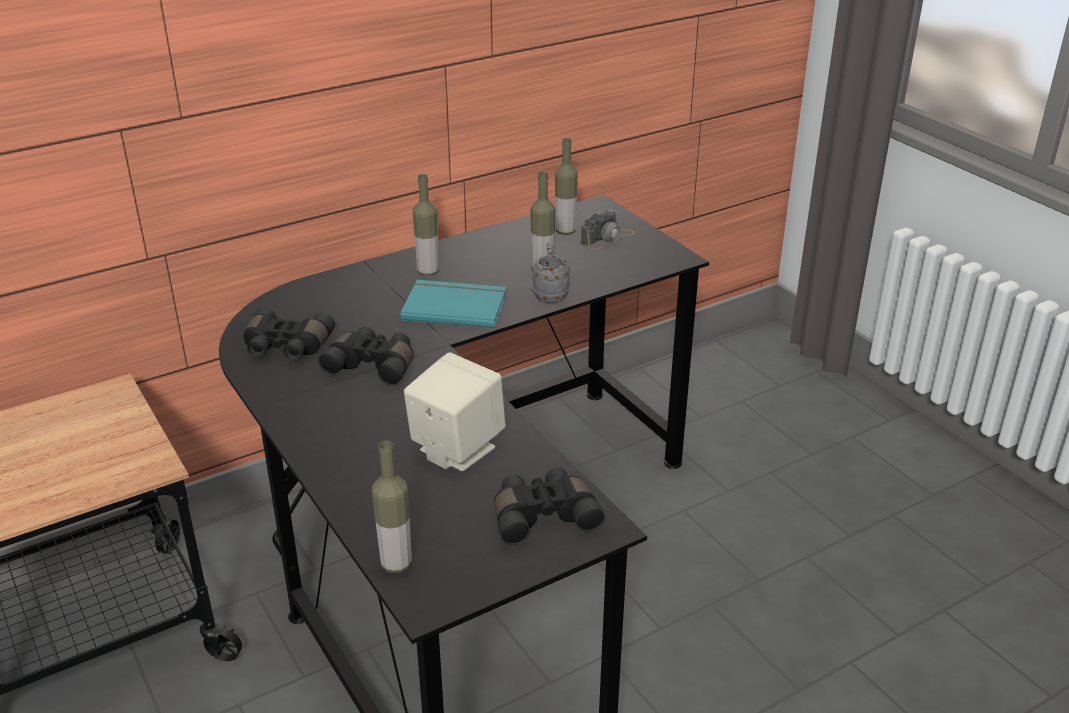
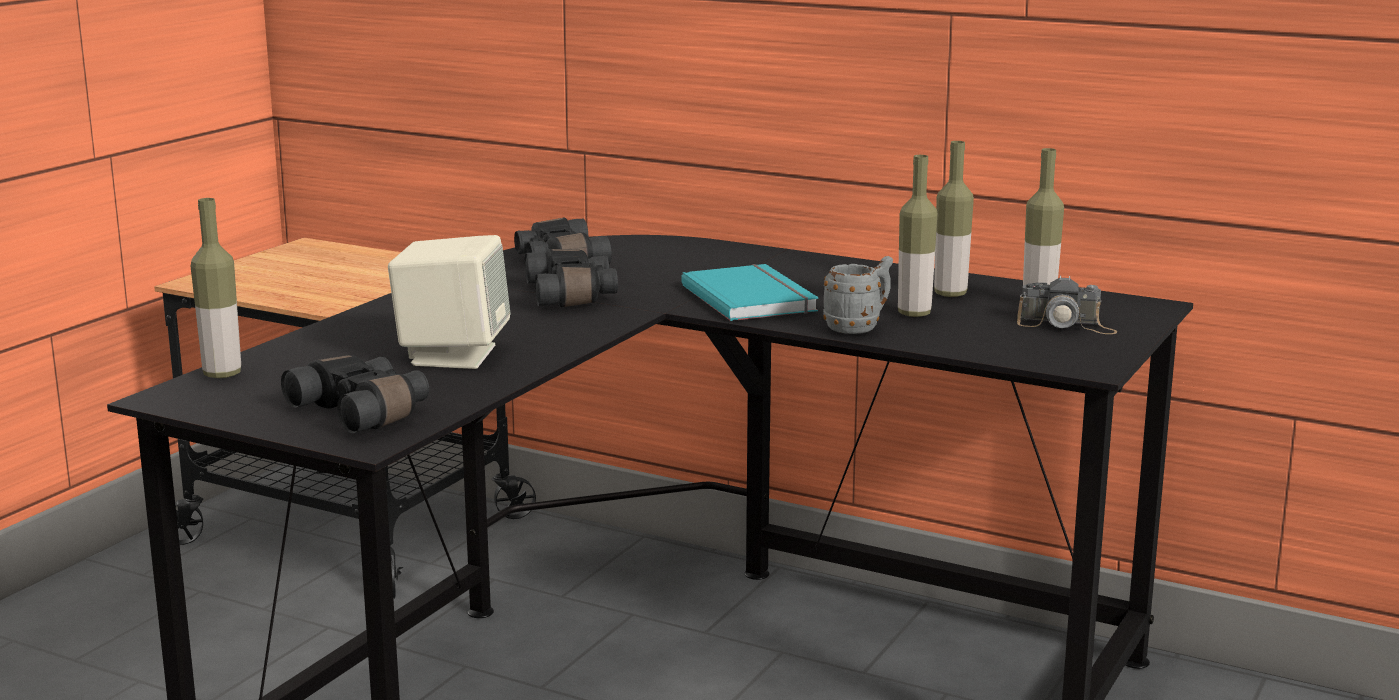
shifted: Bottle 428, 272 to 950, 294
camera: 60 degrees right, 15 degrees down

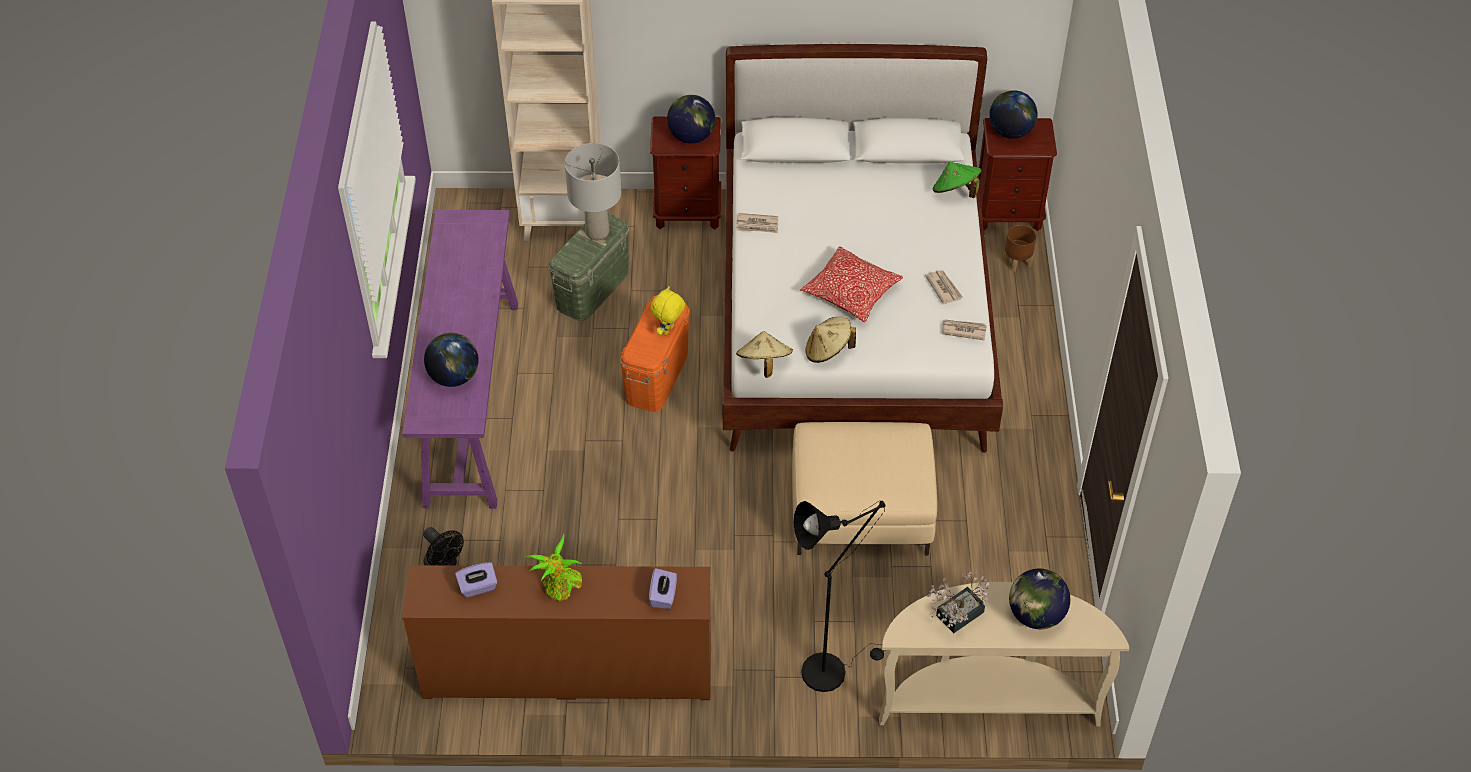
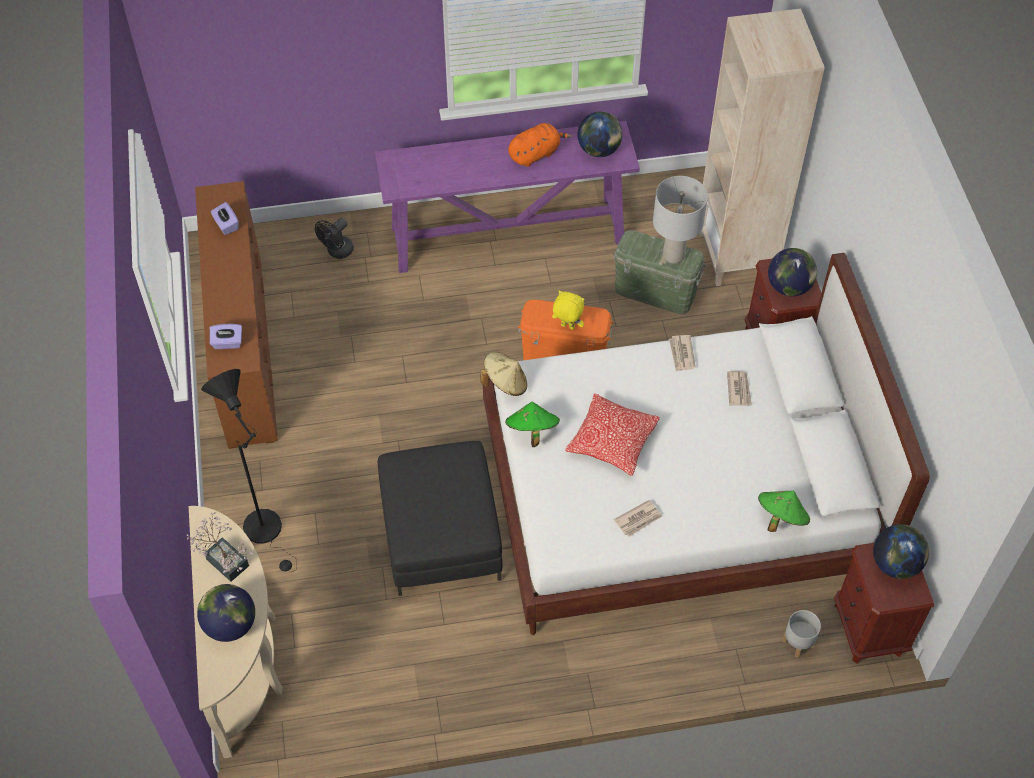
gone: PottedPlant 560, 587
new: OrangePlushToy 535, 154
shifted: Globe 454, 377 to 599, 150; Newspaper 963, 330 to 739, 389
repainted: BeigeOttoman 861, 510 to BlackOttoman 441, 535; BeigeHat 828, 351 to GreenHat 531, 431; BrownPlanter 1017, 262 to GreyPlanter 798, 643
camera: 80 degrees right, 5 degrees up

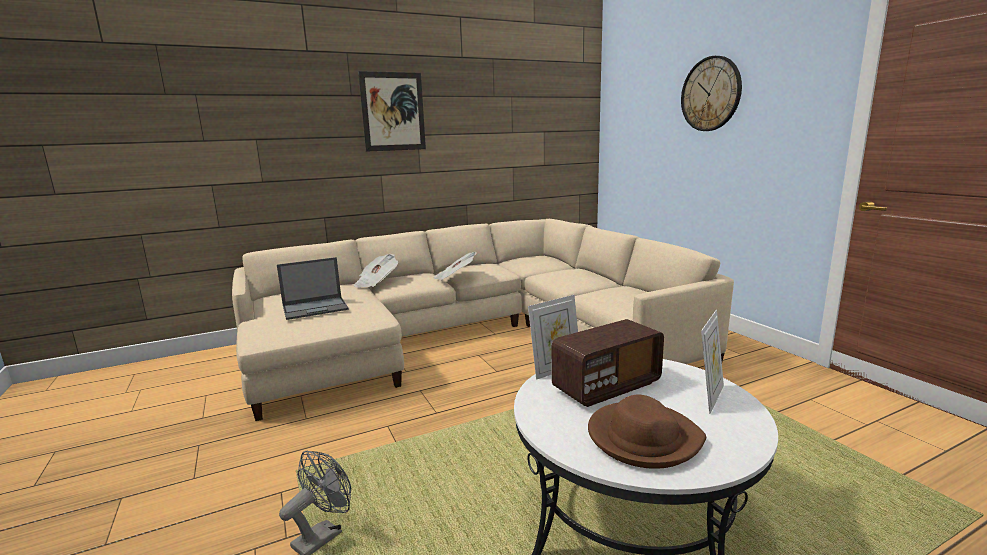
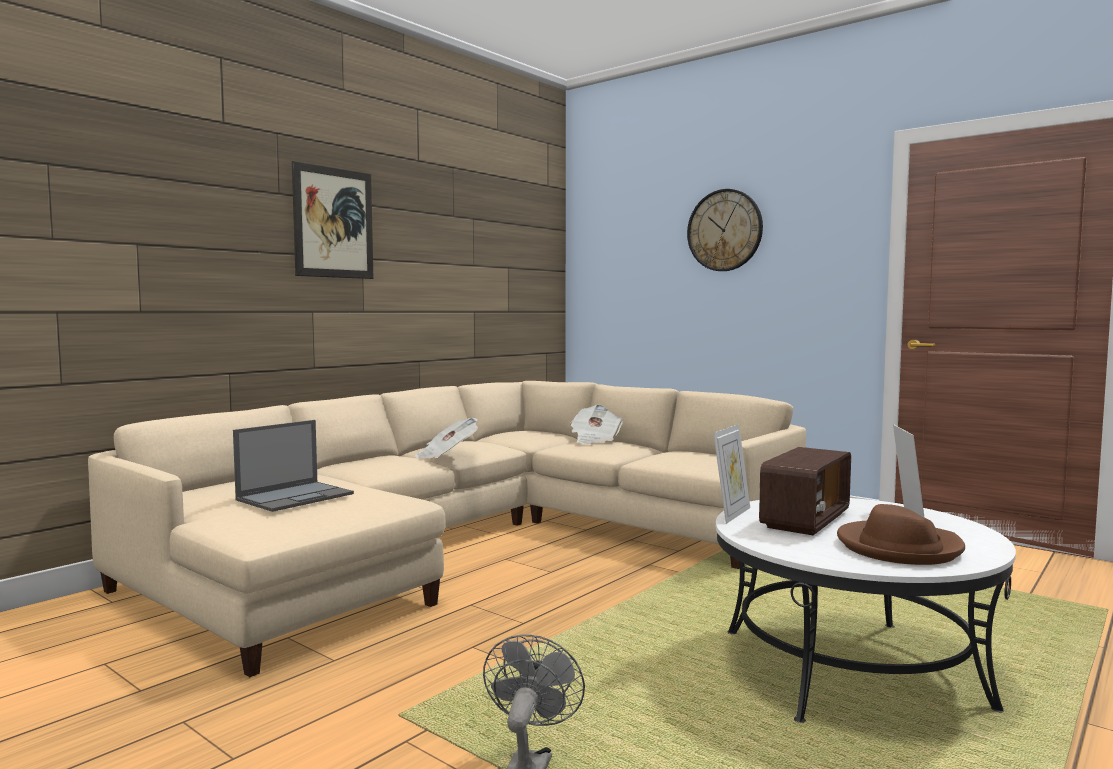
shifted: Newspaper 376, 283 to 595, 439
camera: 25 degrees left, 10 degrees down

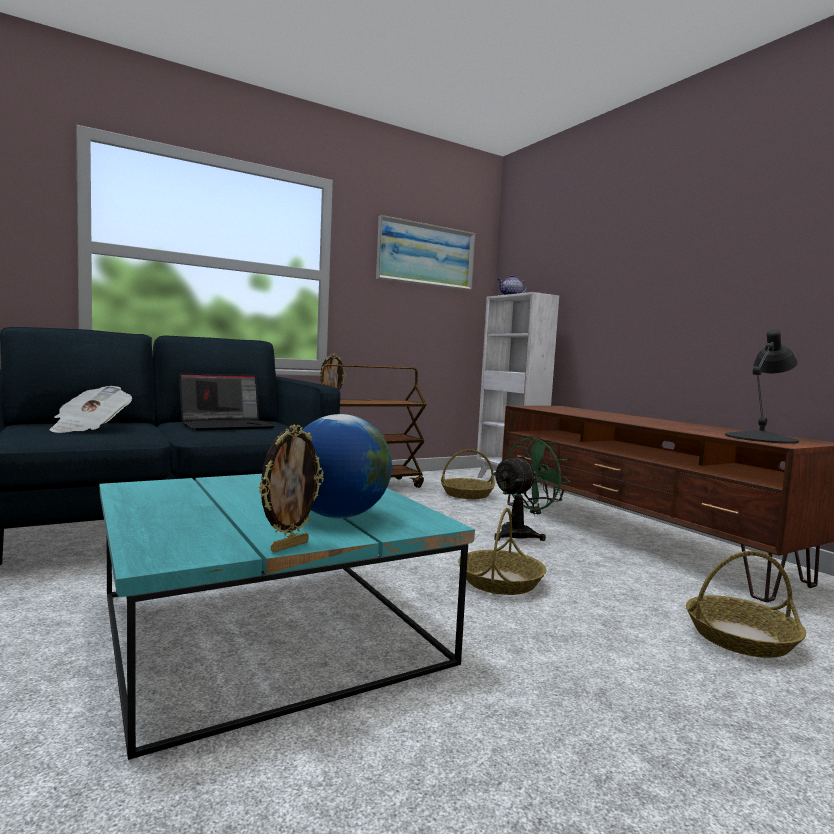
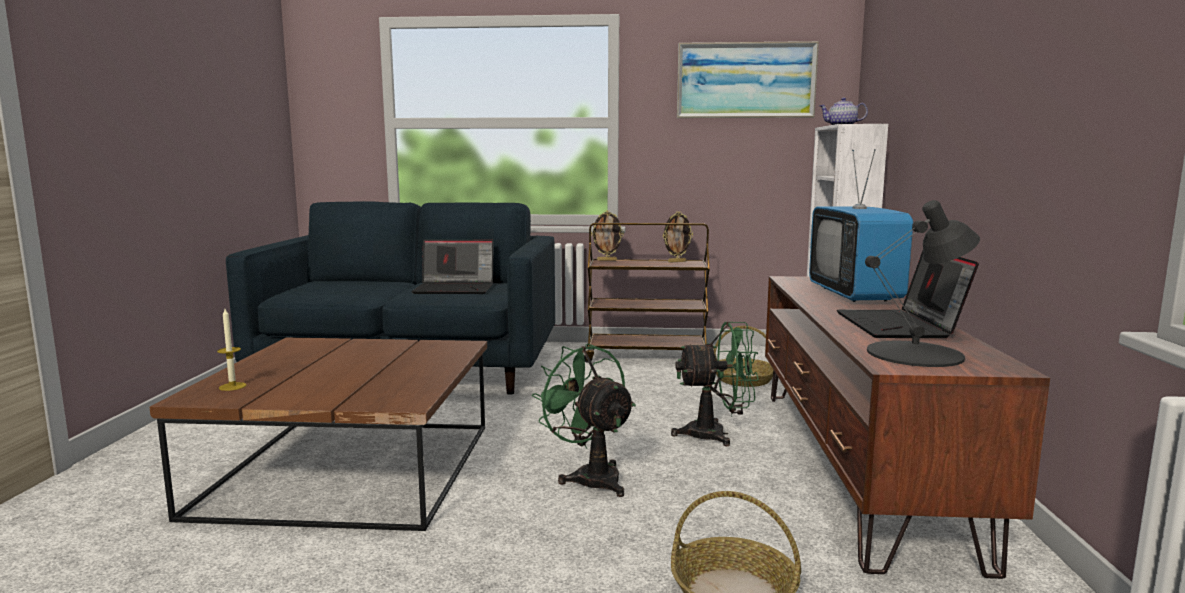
gone: Newspaper 89, 428; Globe 338, 516
new: Candle 232, 386; Television 854, 294; Laptop 901, 326
shifted: PictureFrame 289, 546 to 676, 261
swapped: Basket 500, 582 to GreenFan 590, 476
repainted: TurquoiseCoffeeTable 270, 626 to BrownCoffeeTable 353, 467
camera: 35 degrees right, 5 degrees up

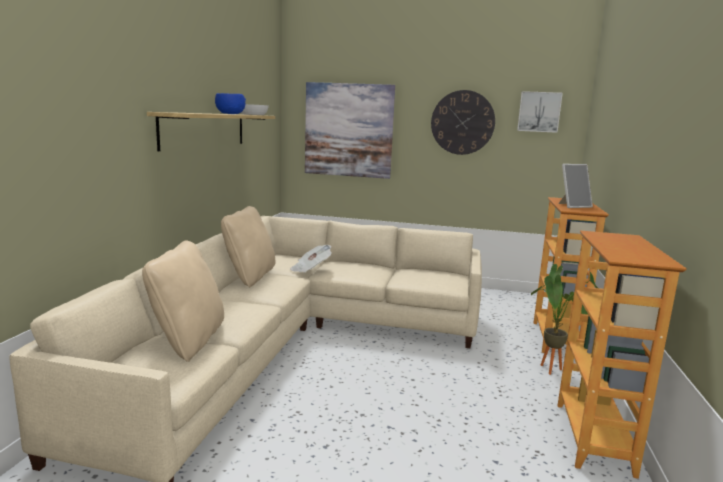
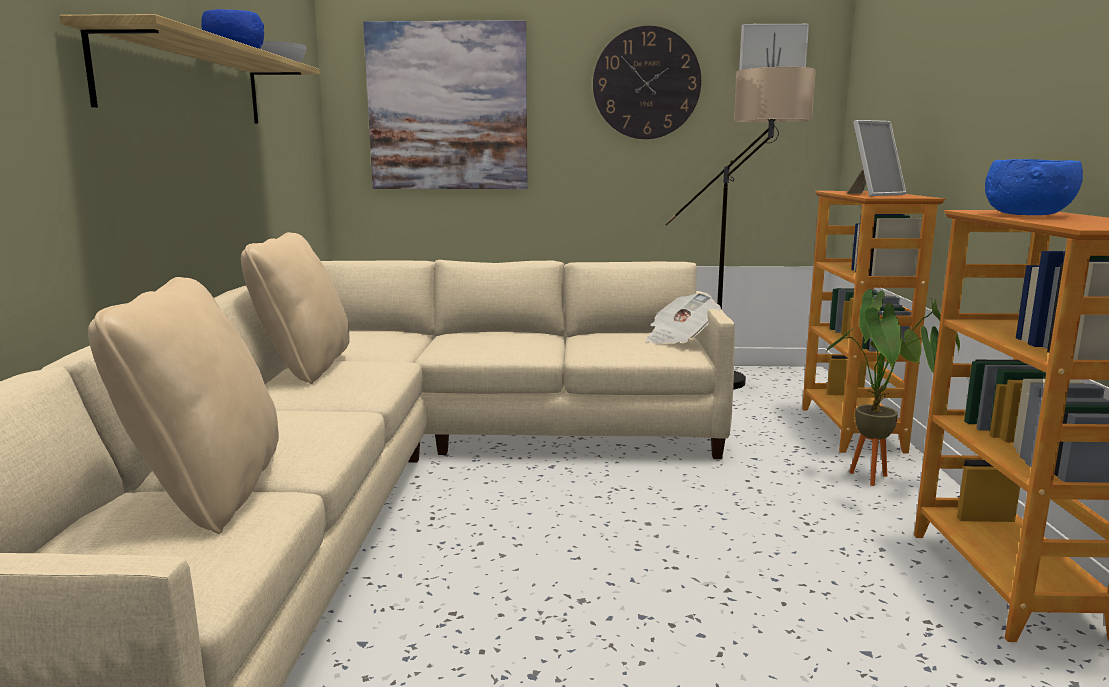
new: FloorLamp 736, 386; BlueBowl 1028, 215
shifted: Newspaper 310, 269 to 680, 338
camera: 10 degrees left, 0 degrees up

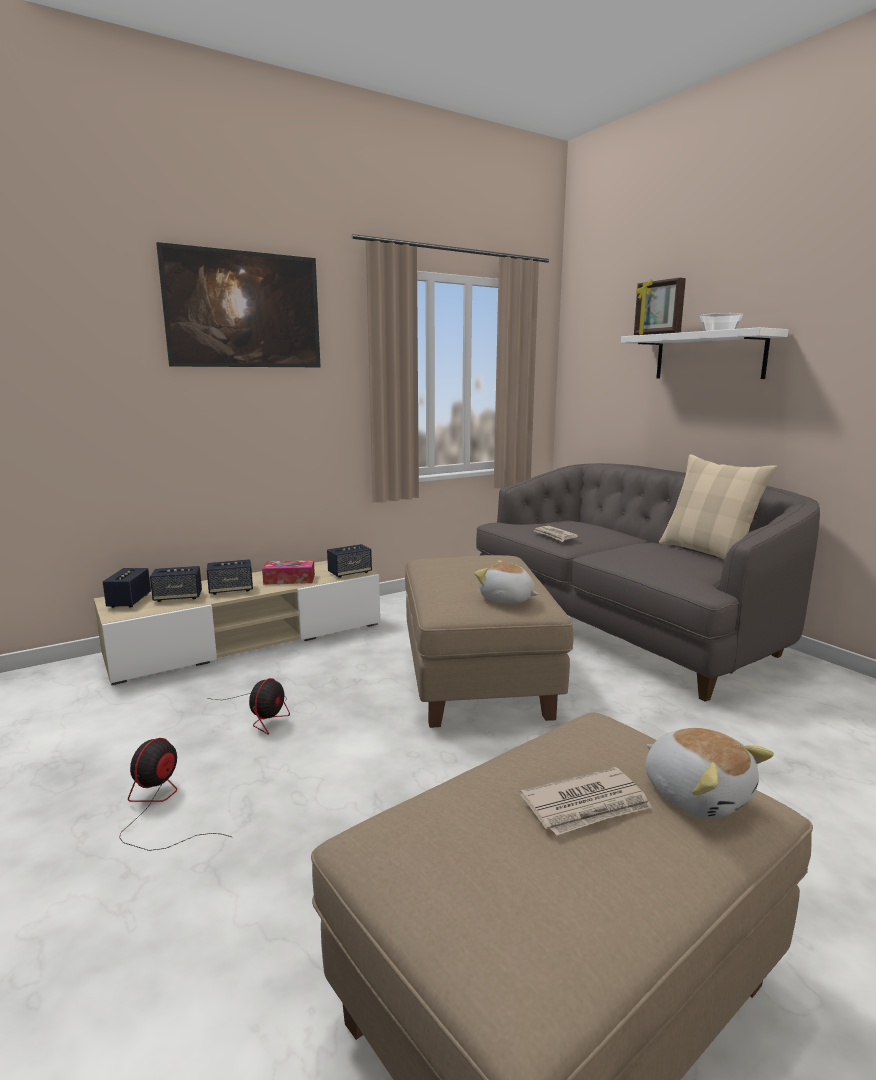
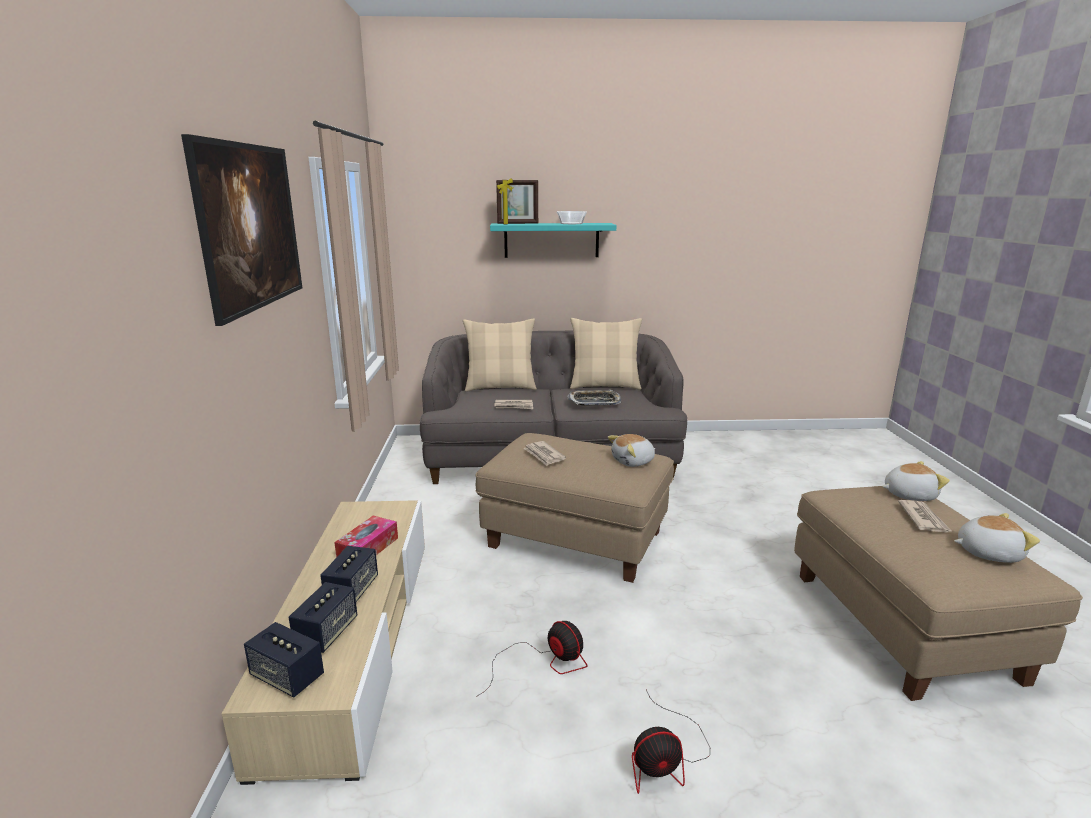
gone: Speaker 350, 573
new: BeigePillow 500, 387; Newspaper 544, 455; Tray 594, 402; PlushToy 987, 552
repainted: WhiteShelf 709, 356 to TurquoiseShelf 551, 240
rotated: Fan 159, 807 = 665, 759 60 degrees counterclockwise
camera: 60 degrees left, 5 degrees up

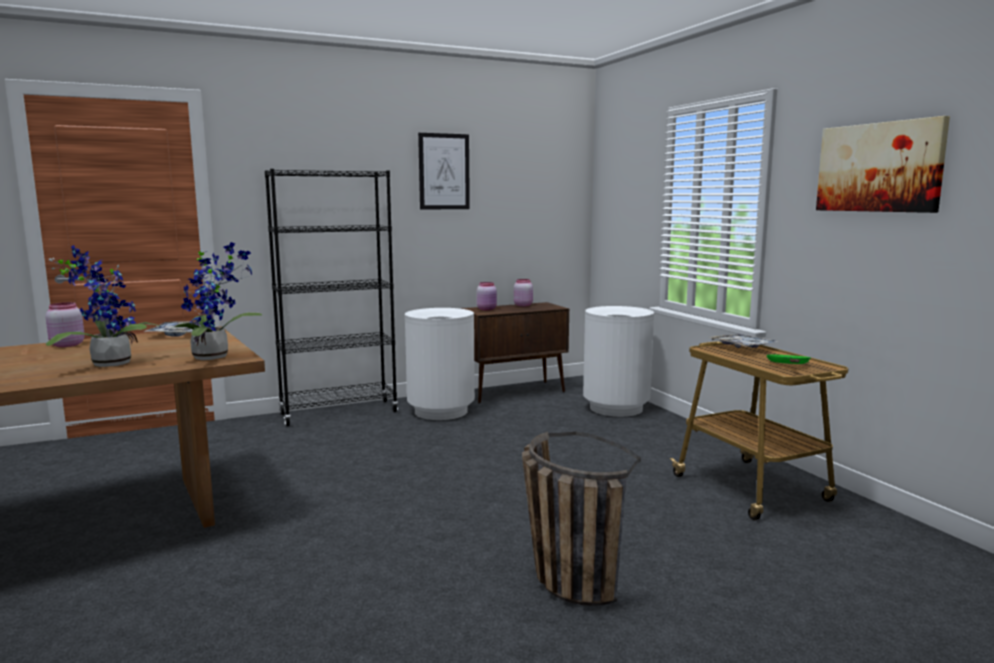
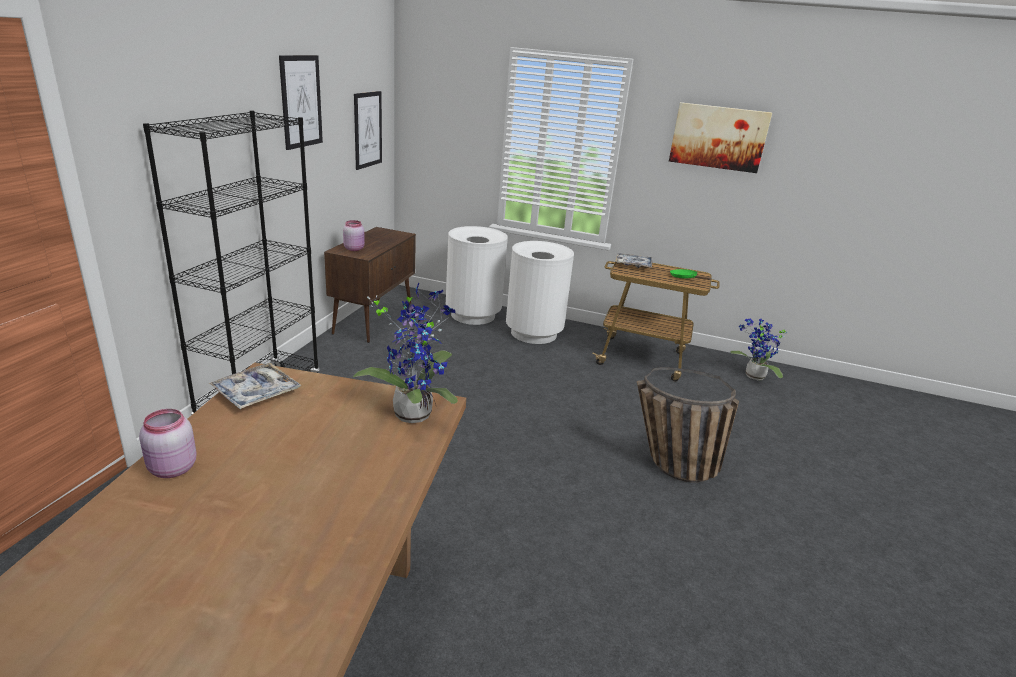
gone: PinkJar 523, 305
new: Picture 368, 130
shifted: PottedPlant 108, 363 to 752, 376; WhiteTrashCan 441, 411 to 533, 333
camera: 50 degrees left, 15 degrees up

